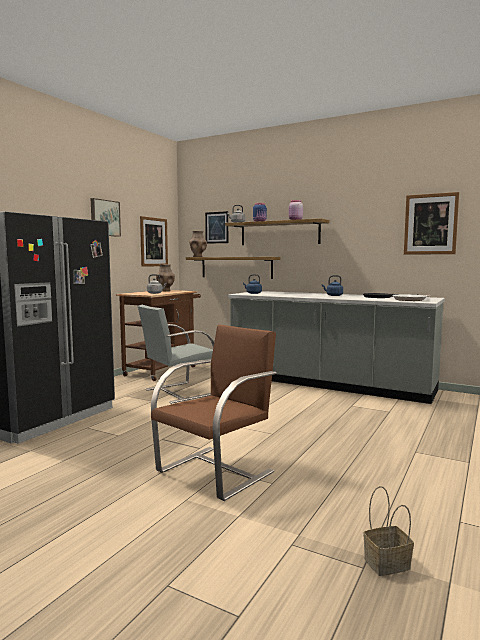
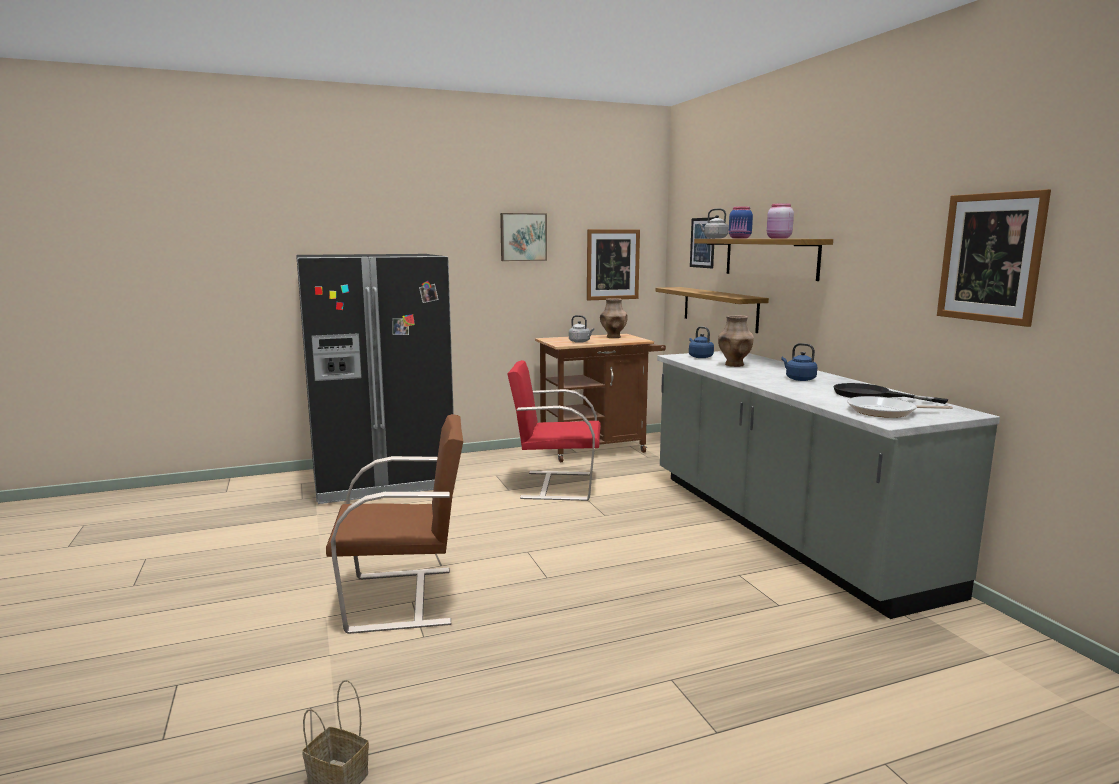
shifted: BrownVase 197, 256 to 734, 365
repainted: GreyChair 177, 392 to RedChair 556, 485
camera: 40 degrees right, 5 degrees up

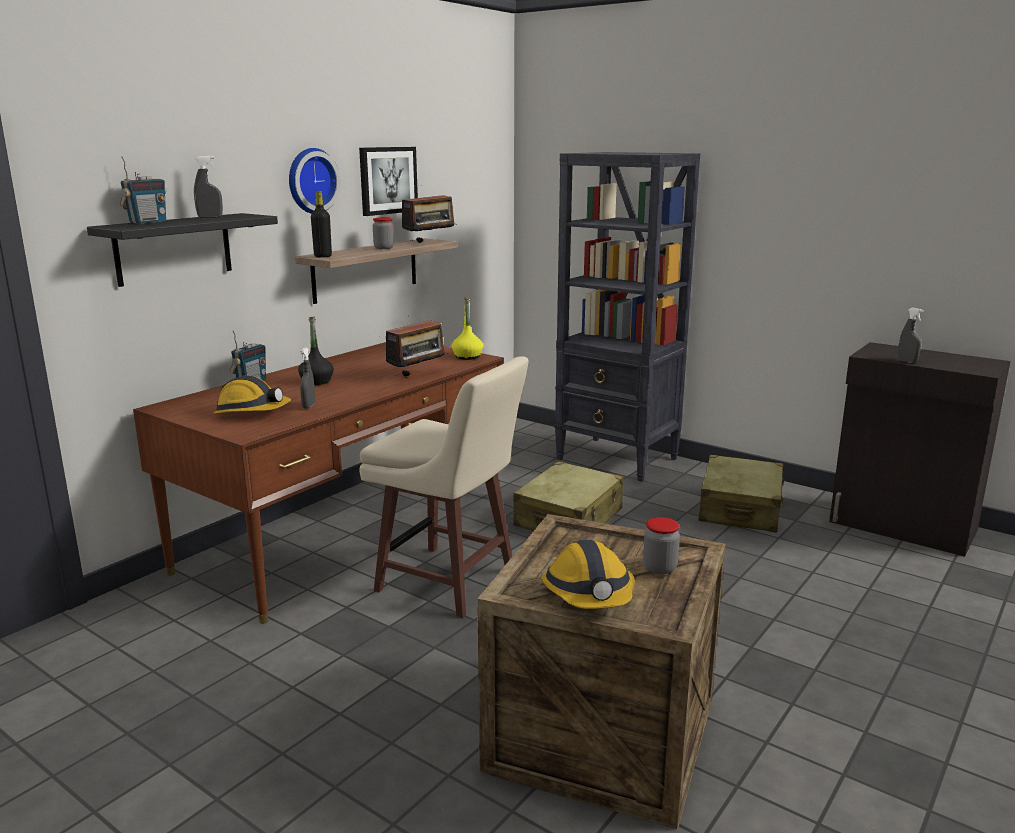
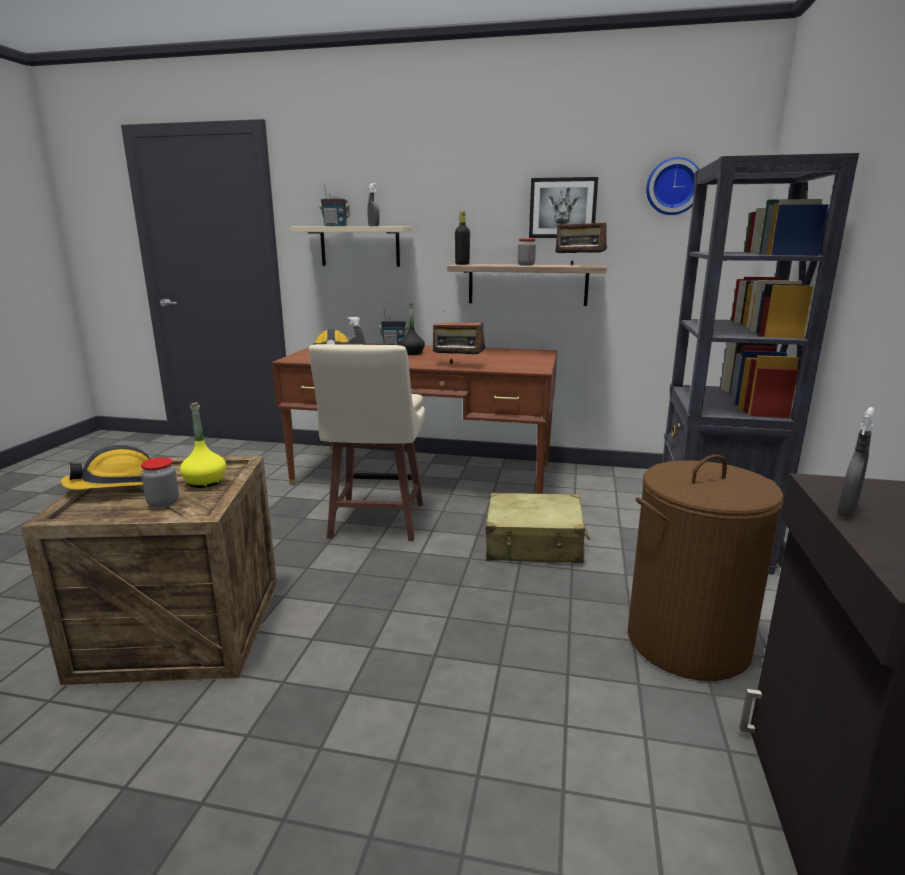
shifted: WallClock 310, 181 to 673, 186; YellowBottle 467, 357 to 205, 482
swapped: BeigeSuitcase 740, 509 to BrownLaundryBasket 687, 641
repainted: BlackShelf 173, 249 to BeigeShelf 360, 246
camera: 65 degrees right, 0 degrees up

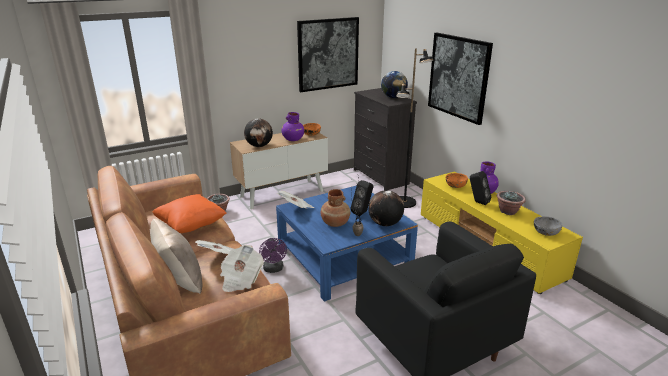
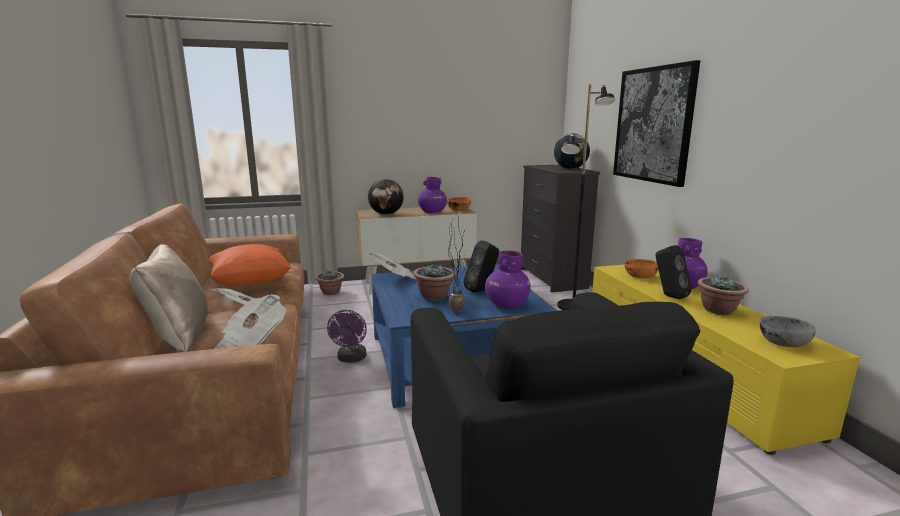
gone: Picture 328, 54
swapped: BrownVase 335, 223 to PottedPlant 434, 297; Globe 385, 224 to PurpleVase 506, 305
camera: 15 degrees right, 10 degrees down

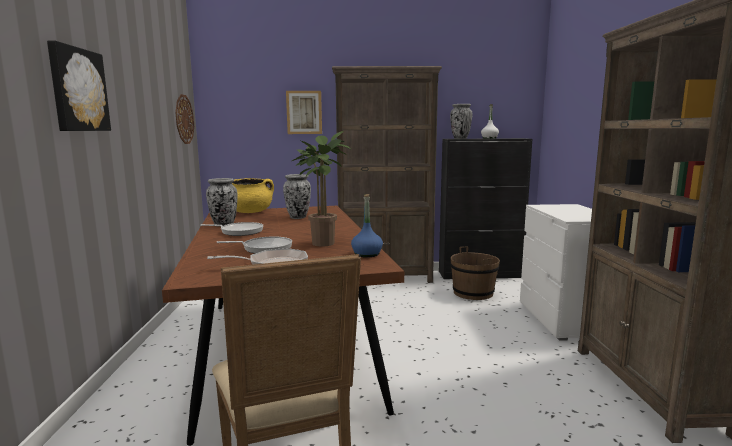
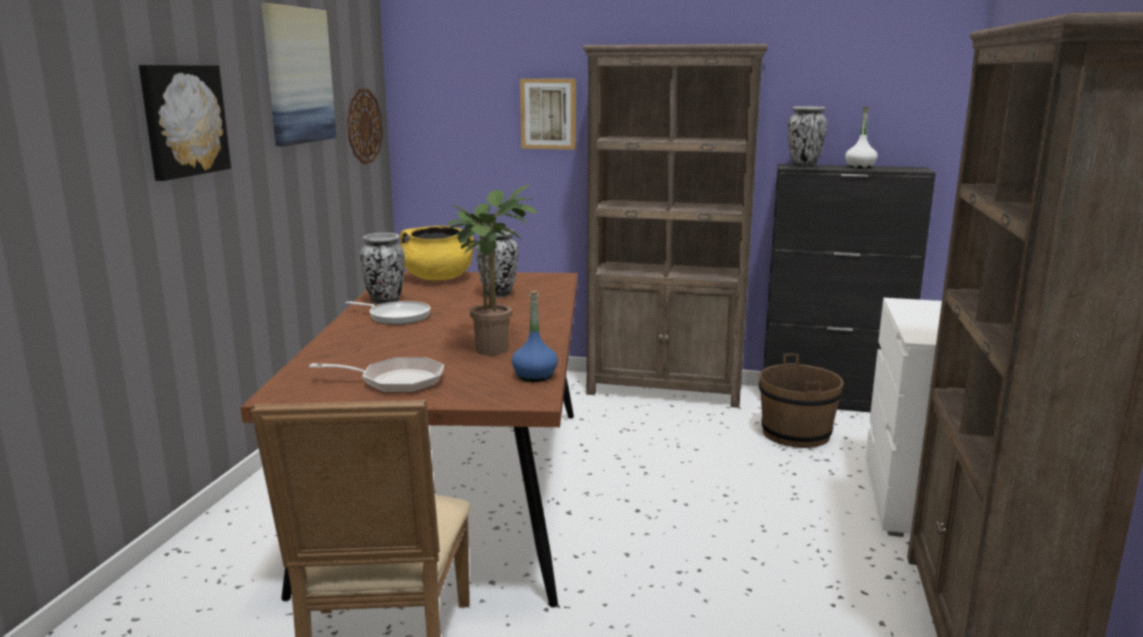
gone: FryingPan 264, 248
new: Picture 298, 76
camera: 15 degrees right, 5 degrees up

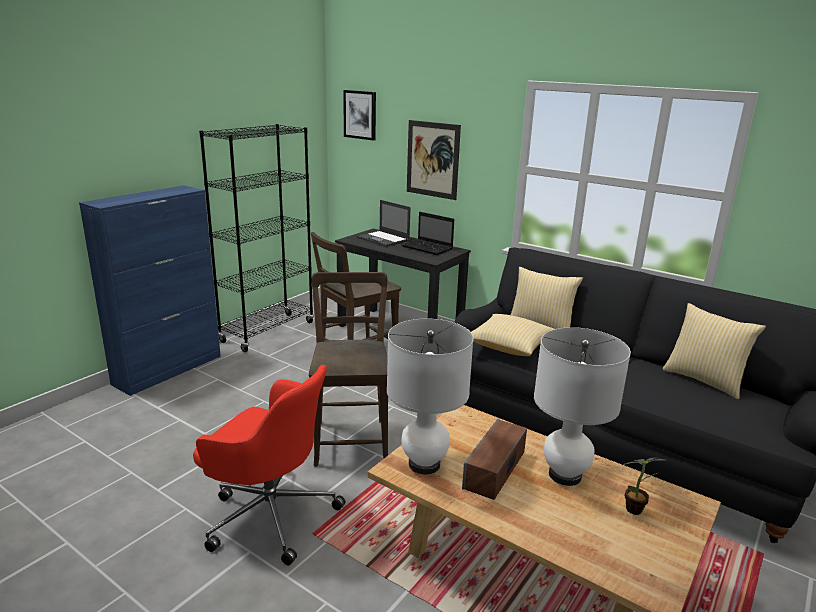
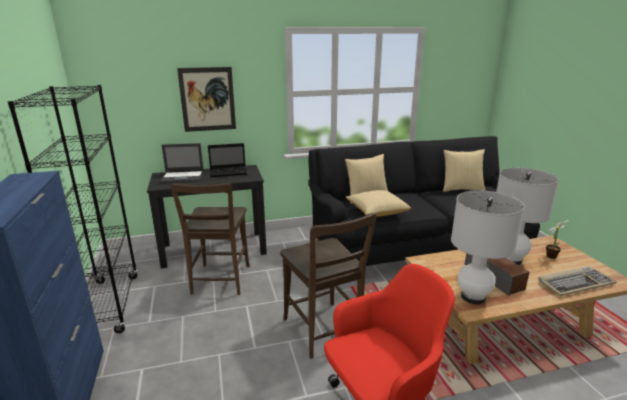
gone: Picture 360, 115
new: Keyboard 575, 283
rotated: BrownChair 351, 438 = 324, 332 150 degrees counterclockwise
camera: 50 degrees left, 0 degrees up

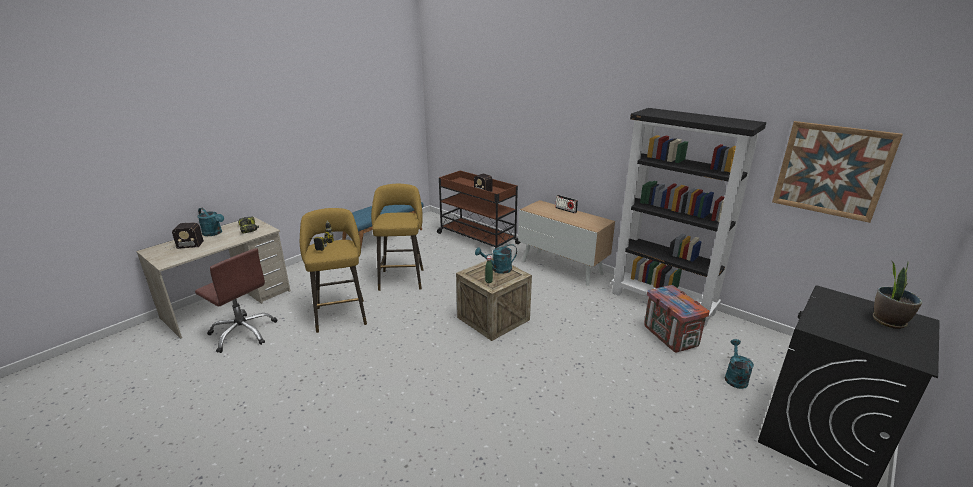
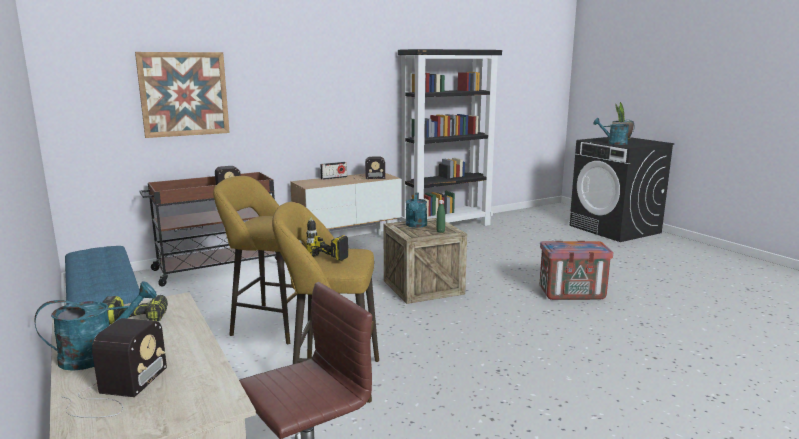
new: Radio 368, 177
shifted: Crate 670, 337 to 572, 293; TurquoiseWateringCan 735, 377 to 613, 143; Picture 832, 170 to 184, 94
camera: 70 degrees left, 10 degrees down

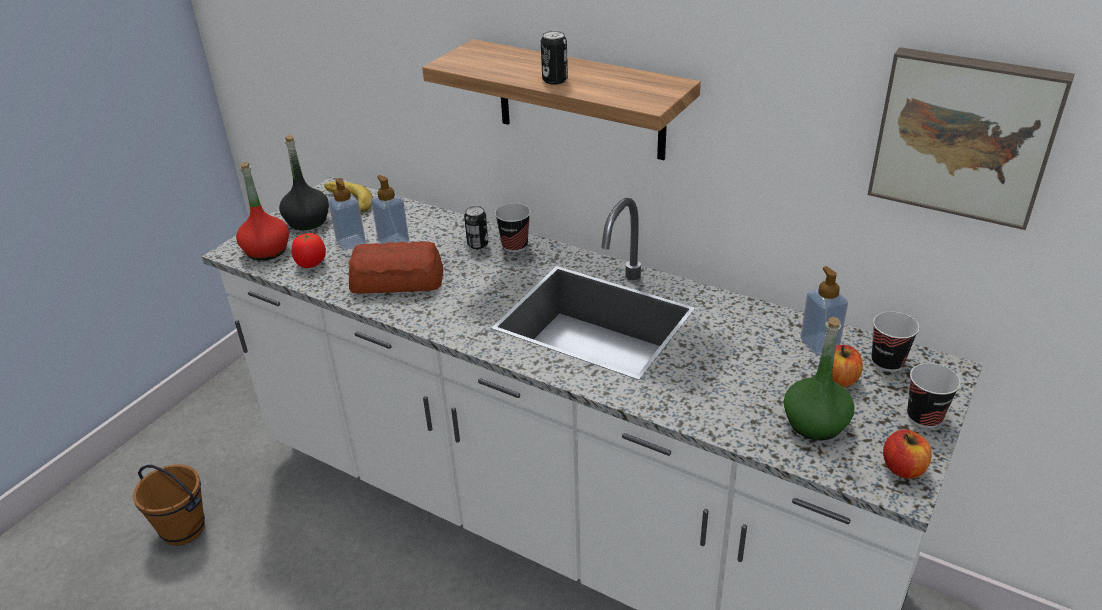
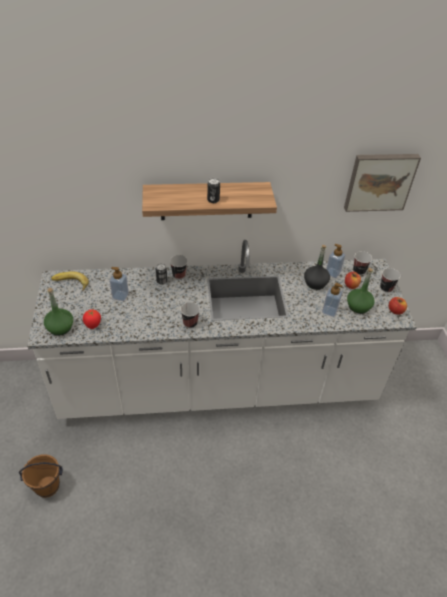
gone: Bread 398, 280
new: Cup 190, 323
shifted: BlackBottle 308, 221 to 315, 283; SoapDispenser 351, 242 to 329, 311
repainted: RedBottle 266, 251 to GreenBottle 60, 327
camera: 40 degrees left, 10 degrees up

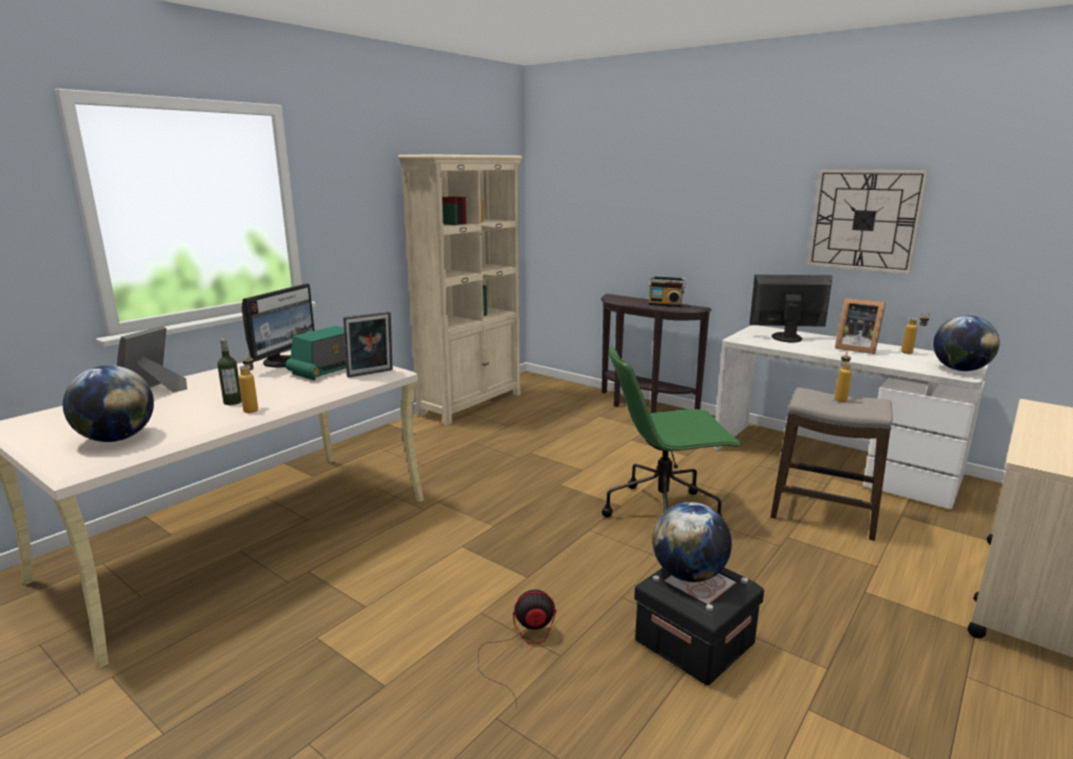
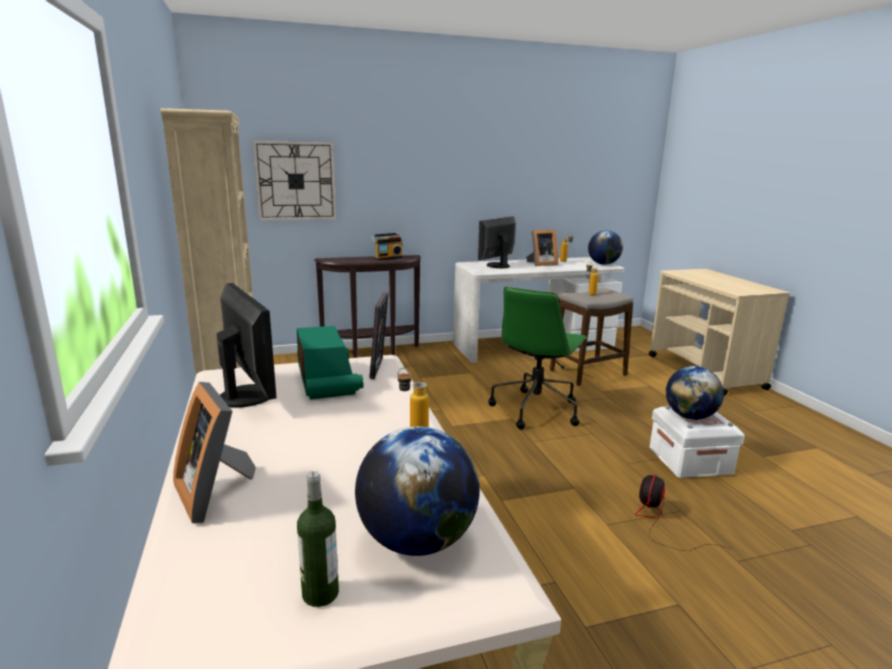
shifted: Bottle 233, 402 to 320, 594; WallClock 864, 220 to 296, 181
repainted: BlackStorageBox 694, 642 to WhiteStorageBox 690, 461
camera: 55 degrees left, 0 degrees up

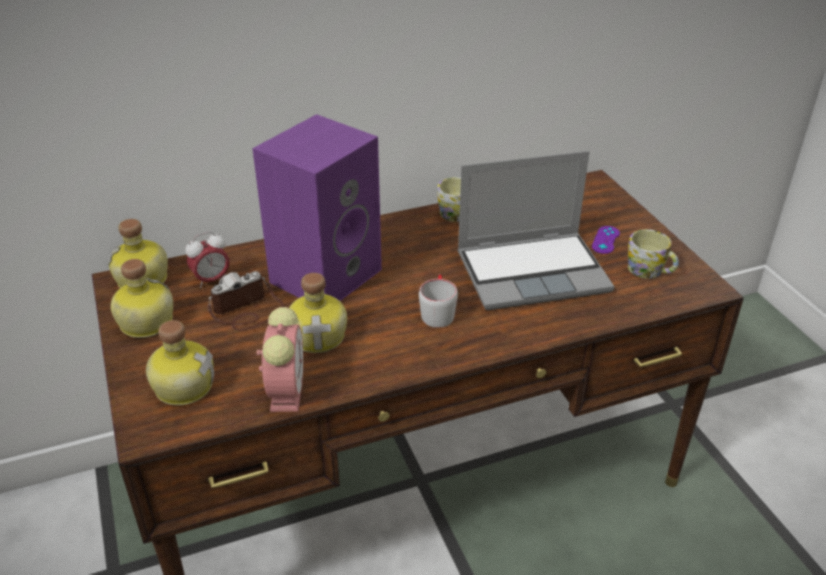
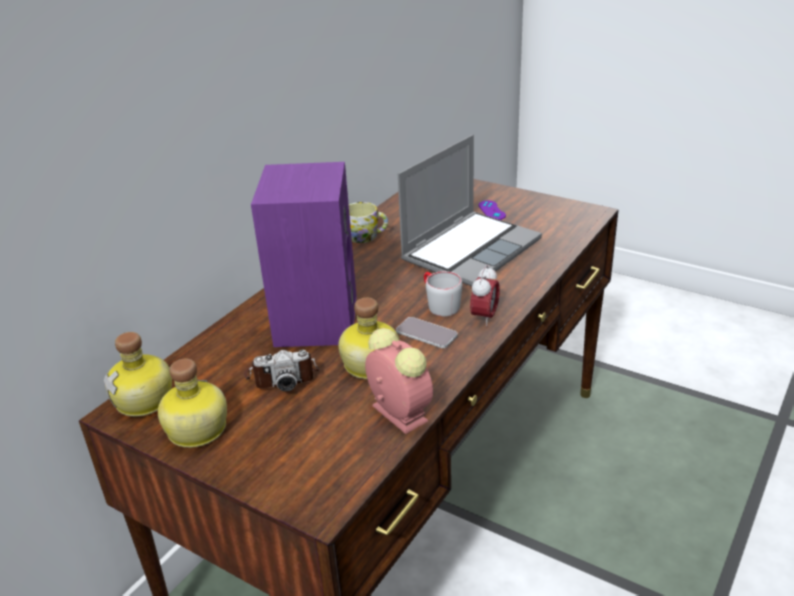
gone: Bottle 183, 385; Mug 650, 271
new: Phone 426, 333
shifted: AlarmClock 211, 280 to 484, 317
rotated: PhotoCamera 246, 311 = 282, 376 120 degrees counterclockwise
camera: 35 degrees left, 5 degrees down

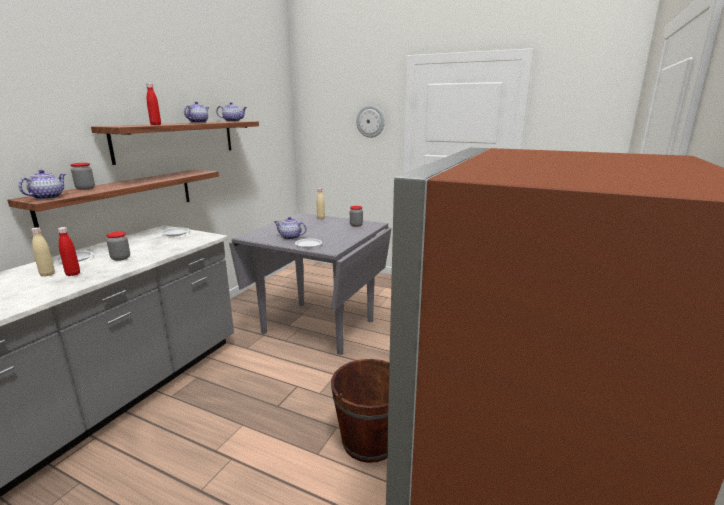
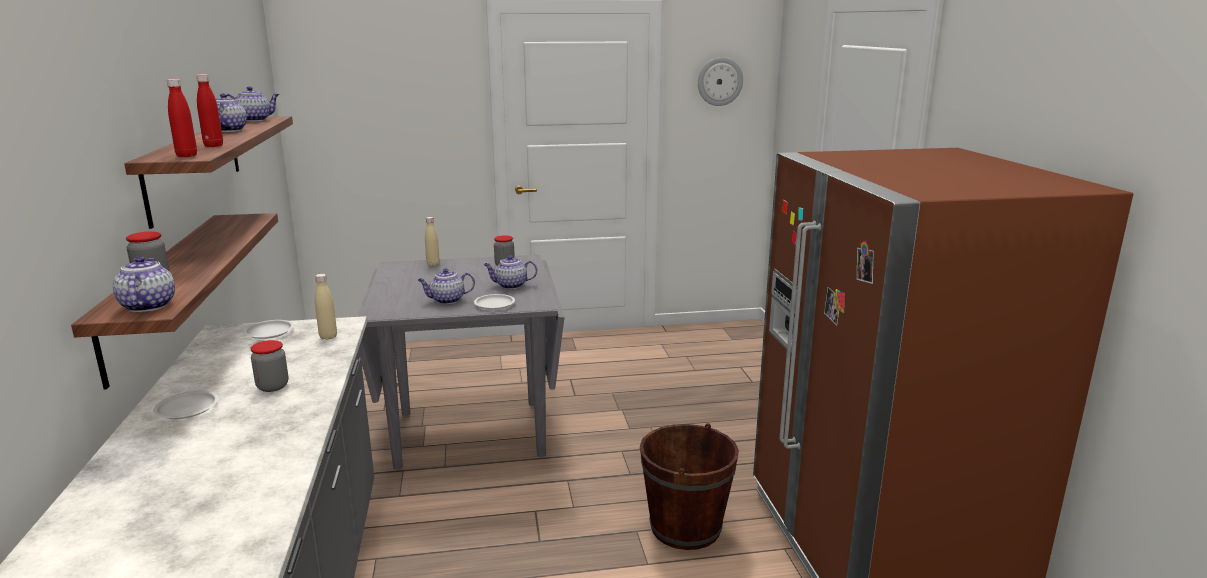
new: Teapot 510, 285
shifted: BeigeBottle 47, 274 to 328, 337; RedBottle 73, 274 to 187, 155; WallClock 370, 121 to 719, 81
camera: 35 degrees left, 0 degrees up

